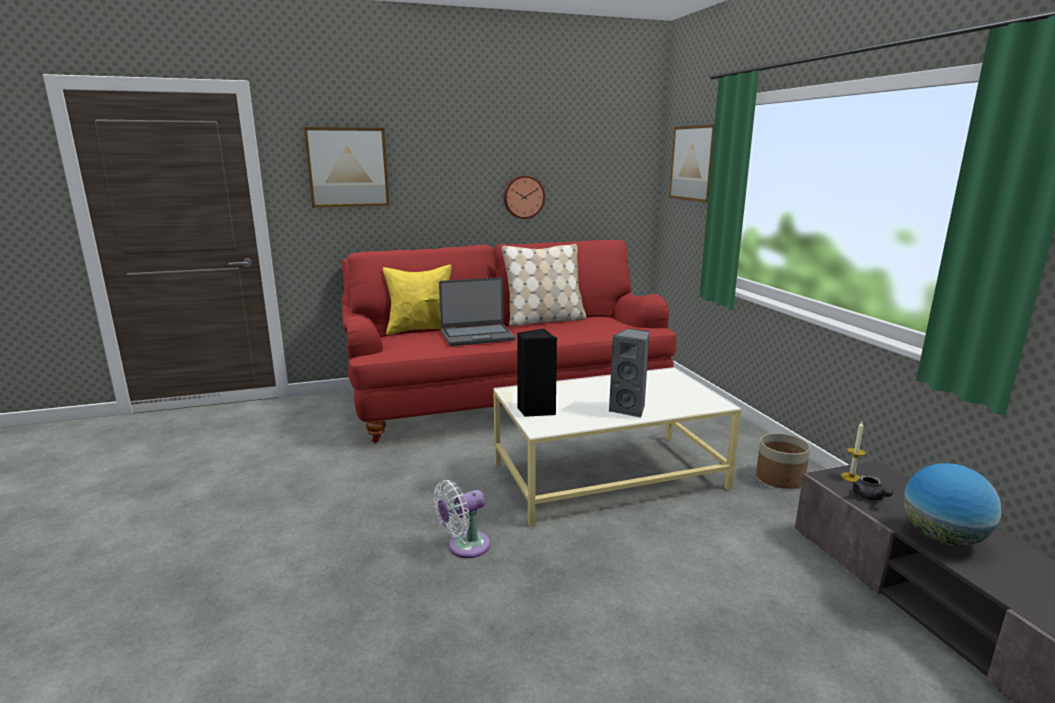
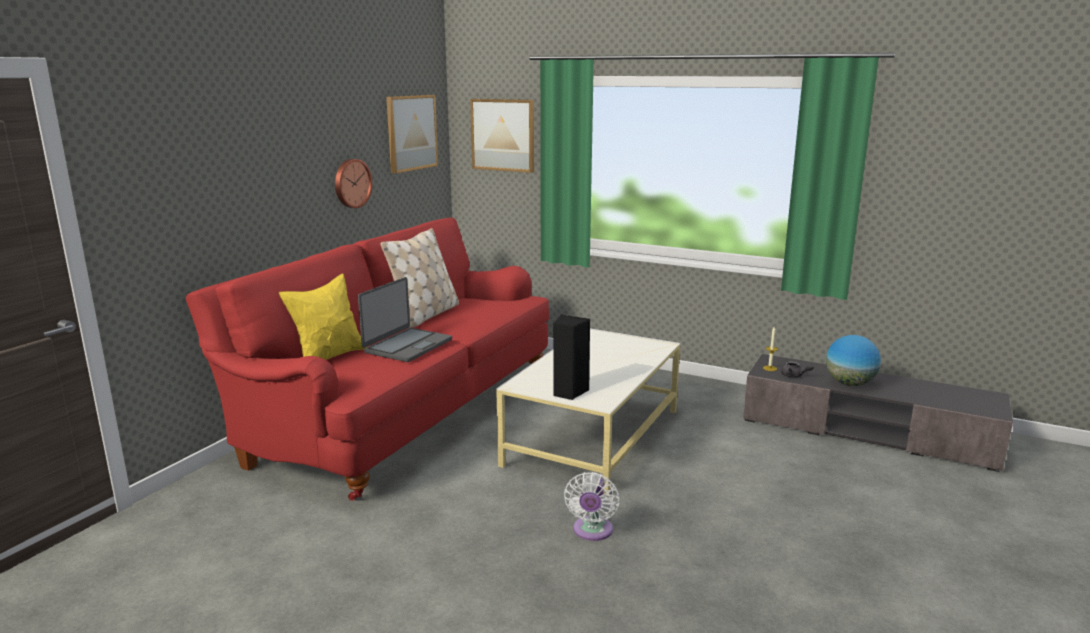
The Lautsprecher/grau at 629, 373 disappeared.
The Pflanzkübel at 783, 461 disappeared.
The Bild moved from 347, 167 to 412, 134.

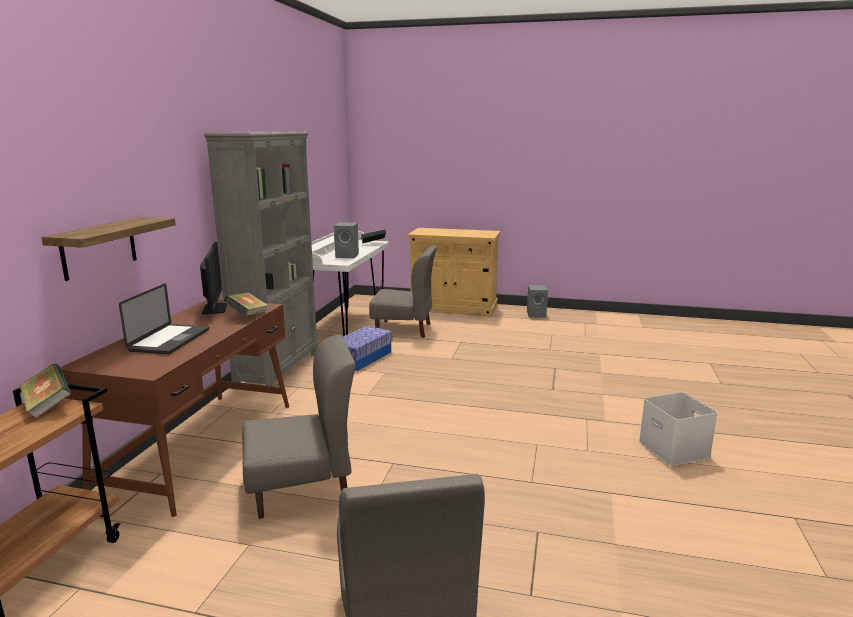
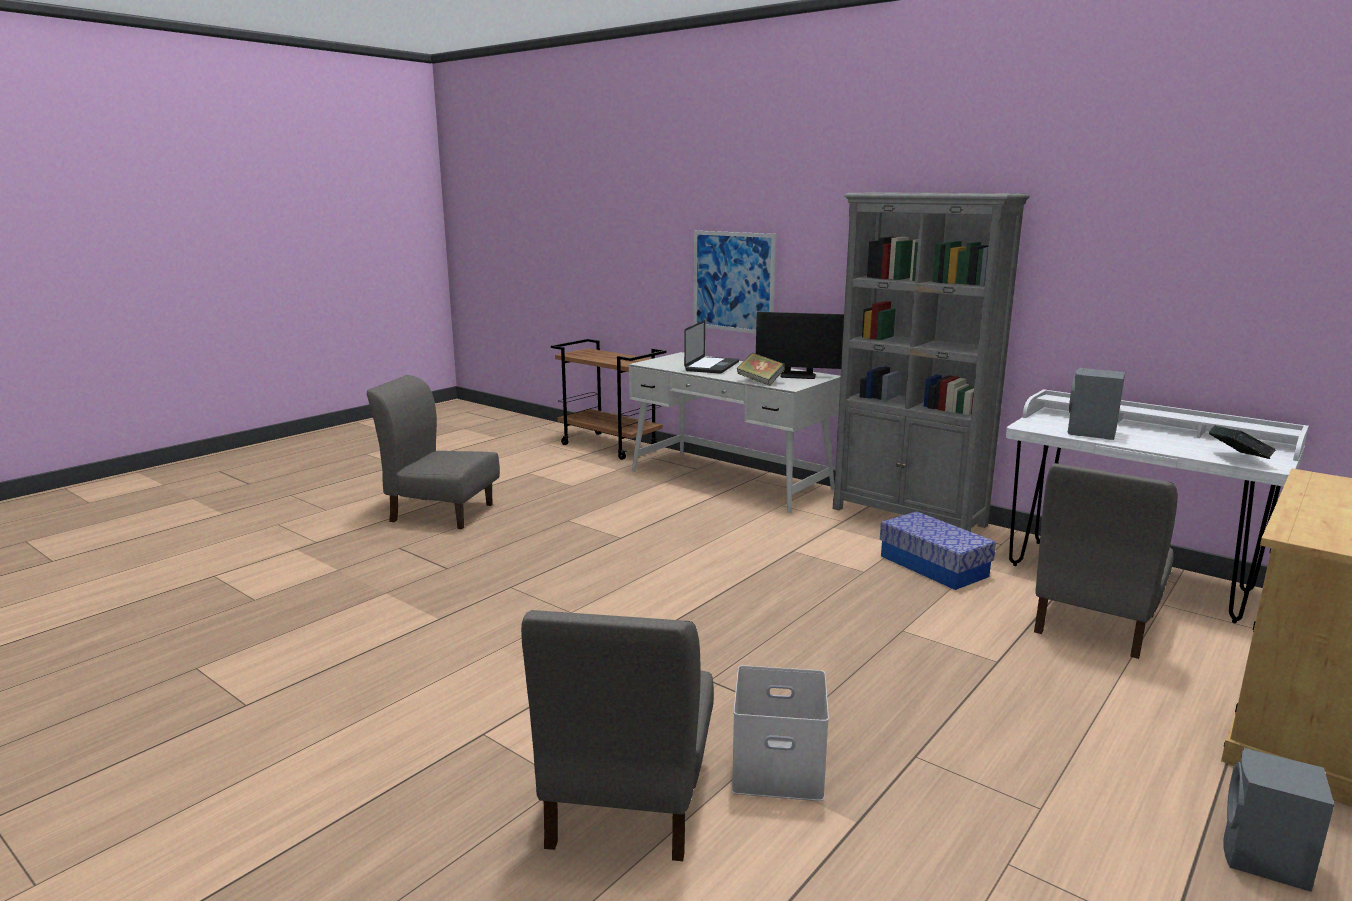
The Buch at 45, 391 disappeared.
The Stuhl/grau moved from 299, 427 to 617, 735.
The Aufbewahrungsbox/weiß moved from 678, 429 to 780, 733.
The Wandregal at 108, 249 was replaced by the Bild at 735, 282.
The Schreibtisch/braun at 174, 408 became the Schreibtisch/weiß at 735, 432.
The Laptop at 164, 319 turned 105 degrees counterclockwise.

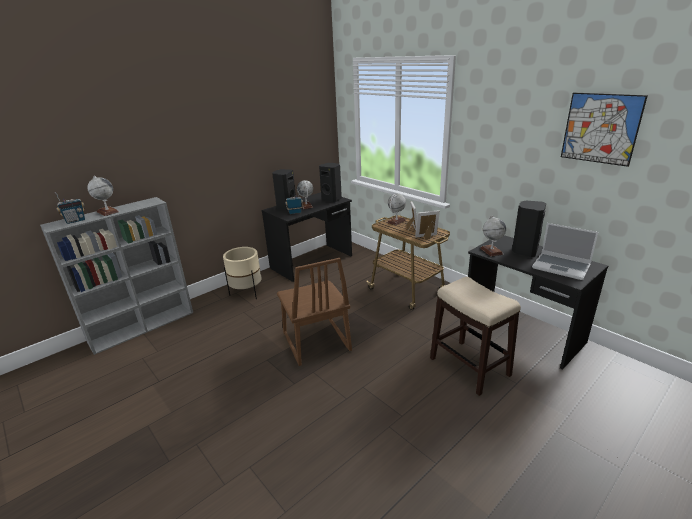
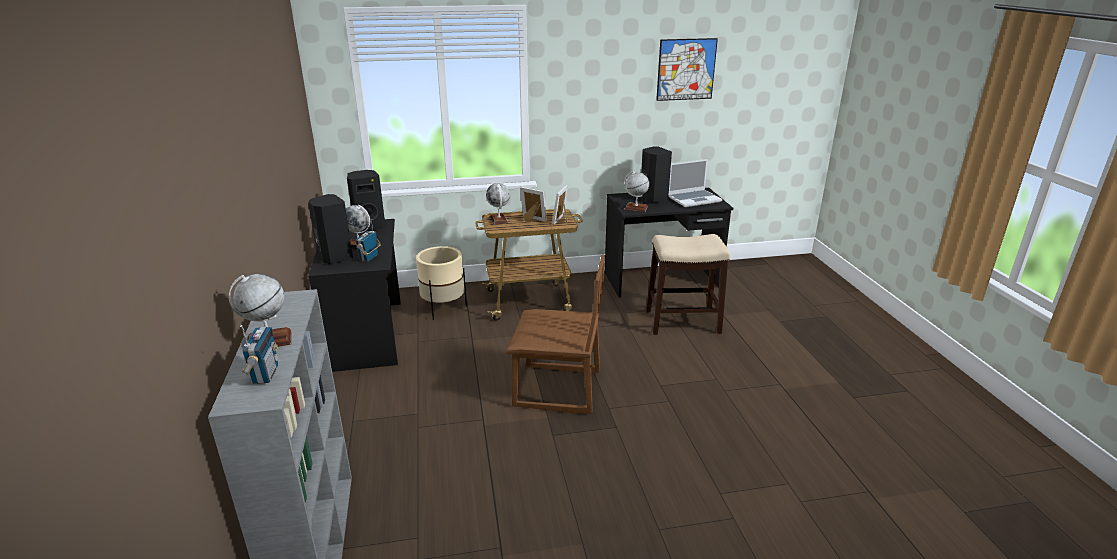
The Pflanzkübel/beige moved from 242, 273 to 441, 283.

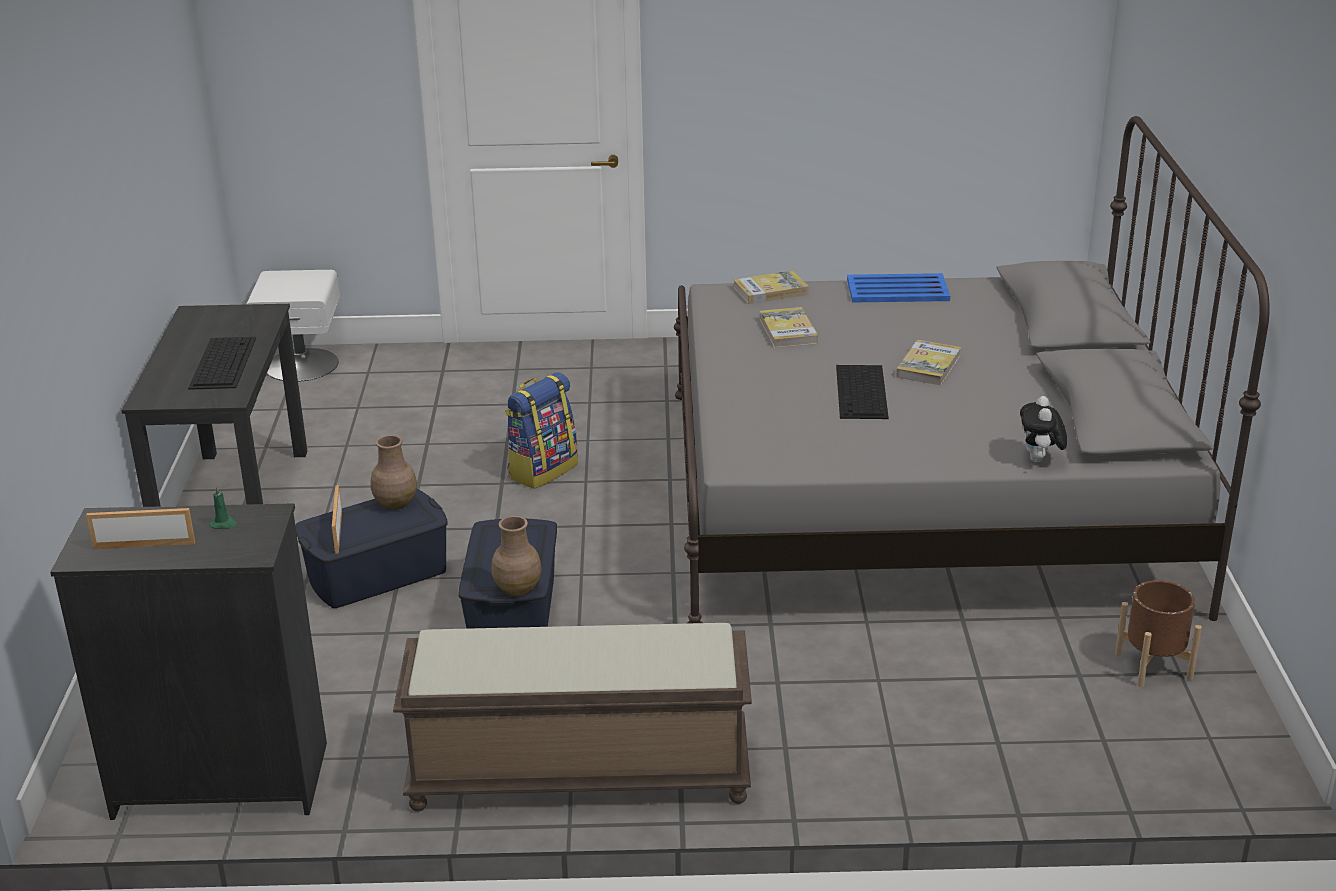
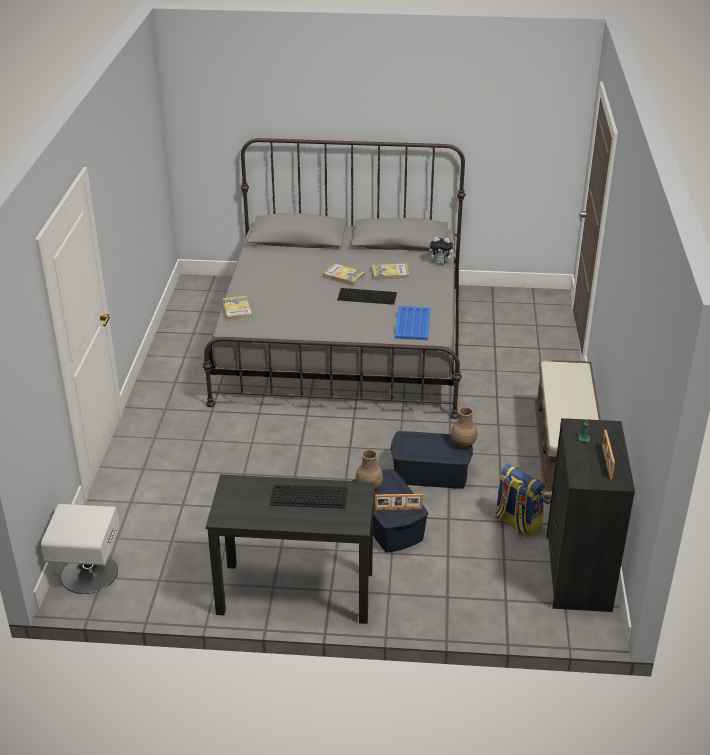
The Pflanzkübel/braun at 1158, 633 disappeared.
The Rucksack moved from 541, 430 to 520, 501.
The Buch moved from 789, 327 to 390, 271.
The Tablett/blau moved from 898, 288 to 412, 323.

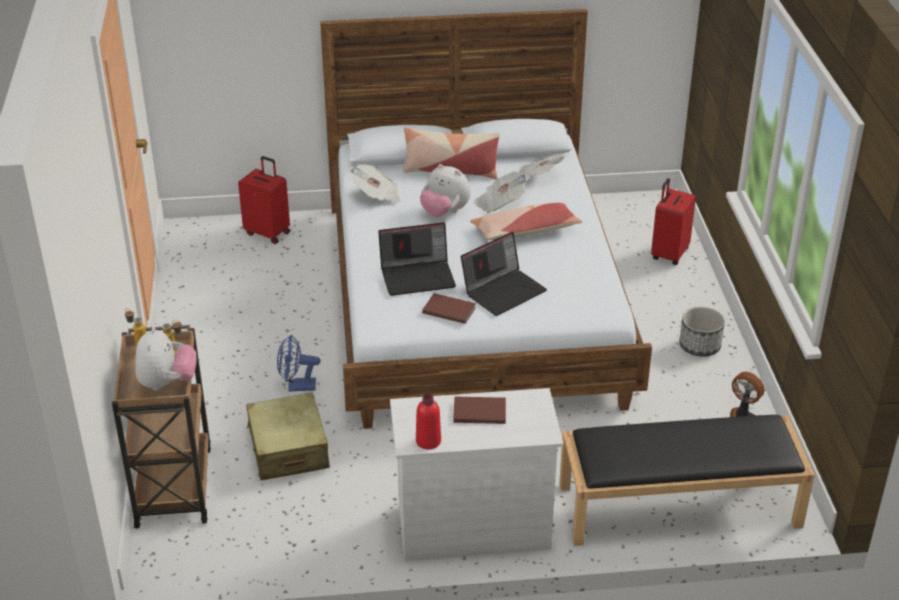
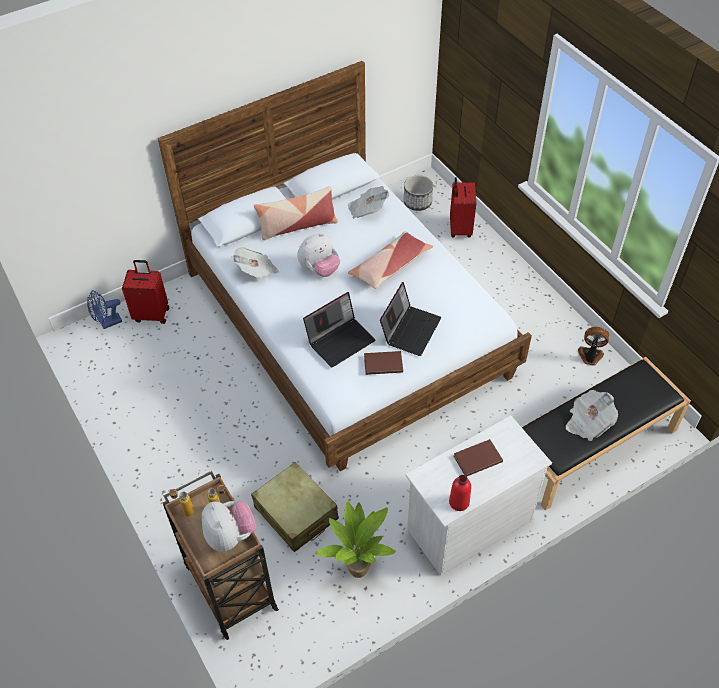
The Topfpflanze at 355, 539 appeared.
The Ventilator/blau moved from 298, 363 to 104, 309.
The Zeitung moved from 501, 192 to 591, 415.
The Pflanzkübel moved from 702, 332 to 418, 193.
The Plüschtier at 445, 190 turned 45 degrees counterclockwise.

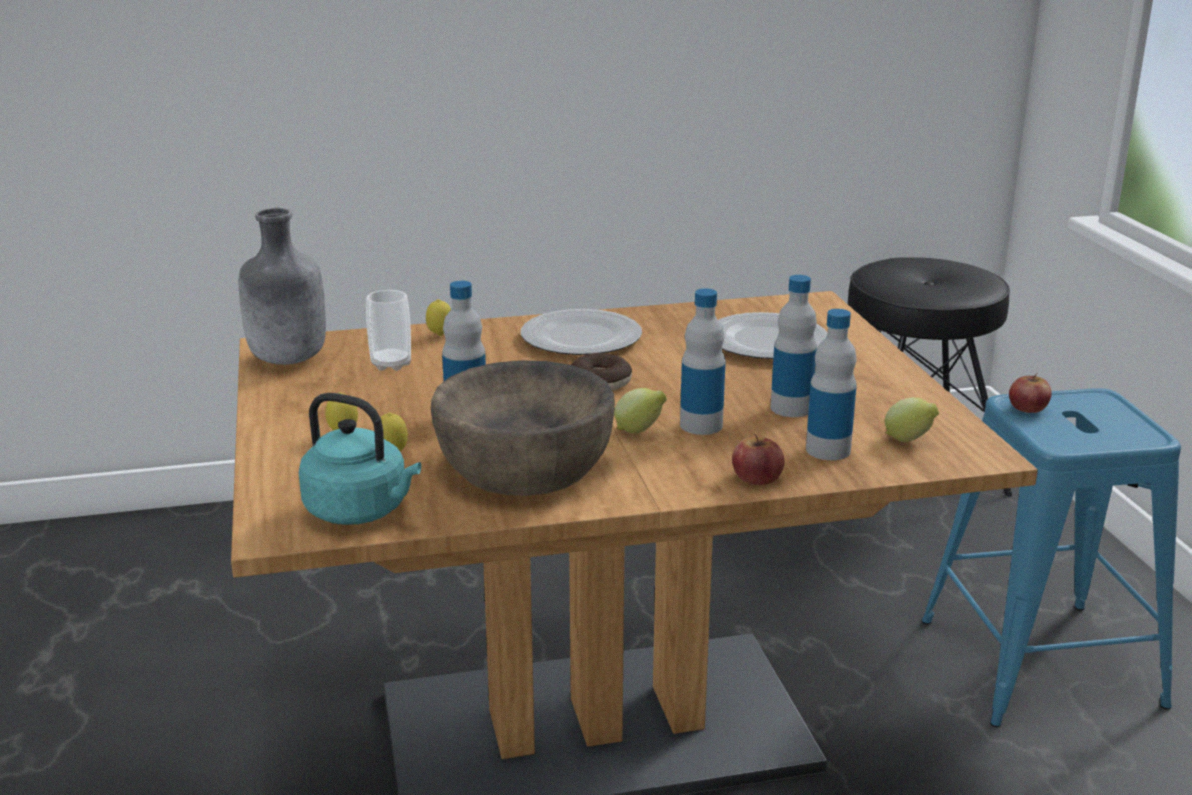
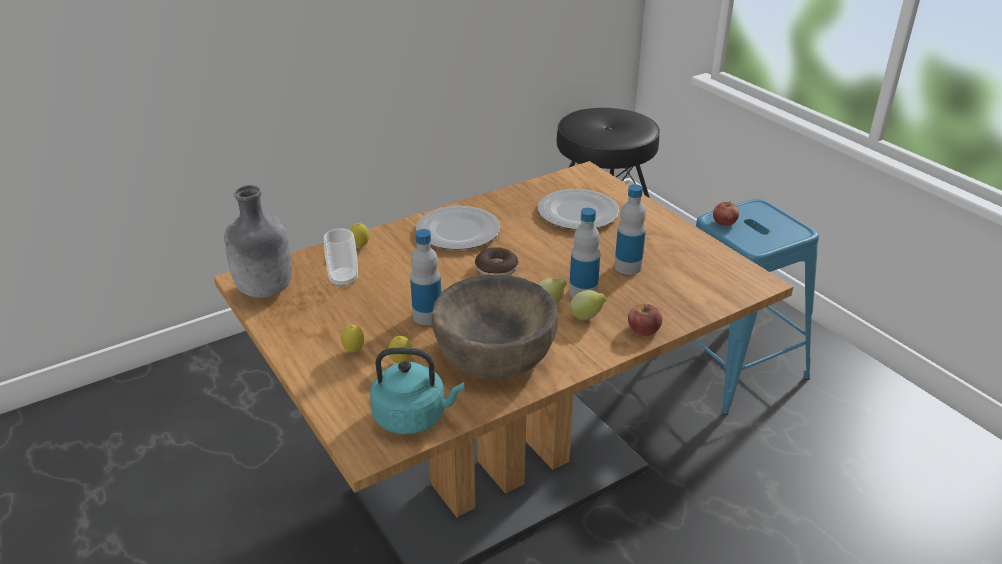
The Flasche at 831, 384 disappeared.
The Zitrone moved from 912, 419 to 588, 305.

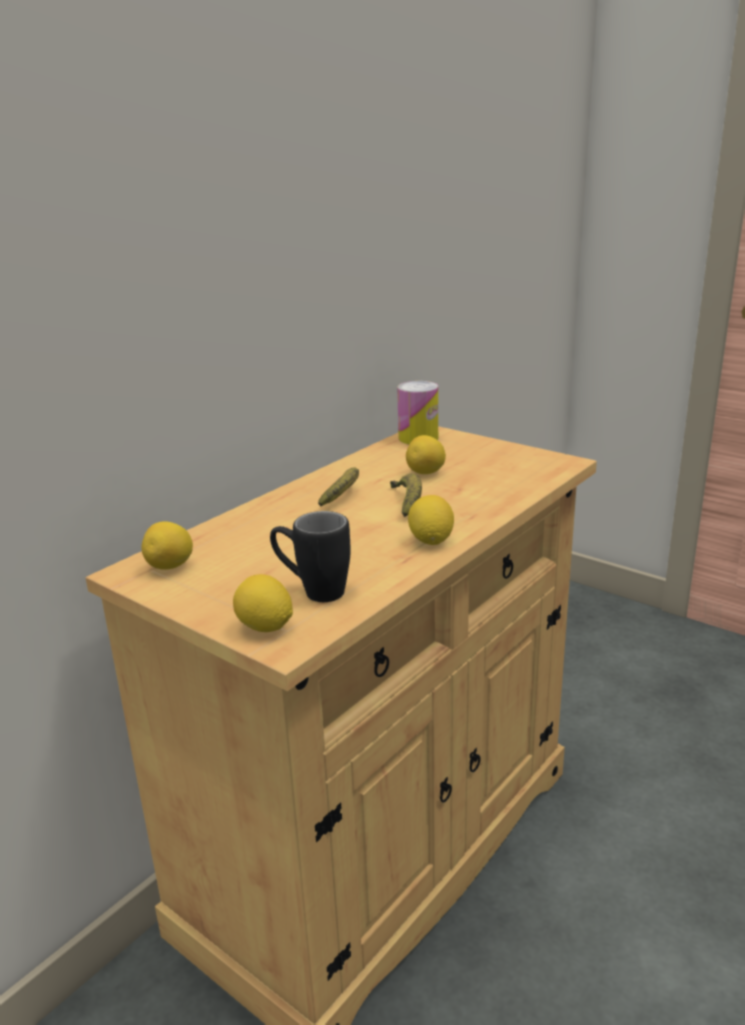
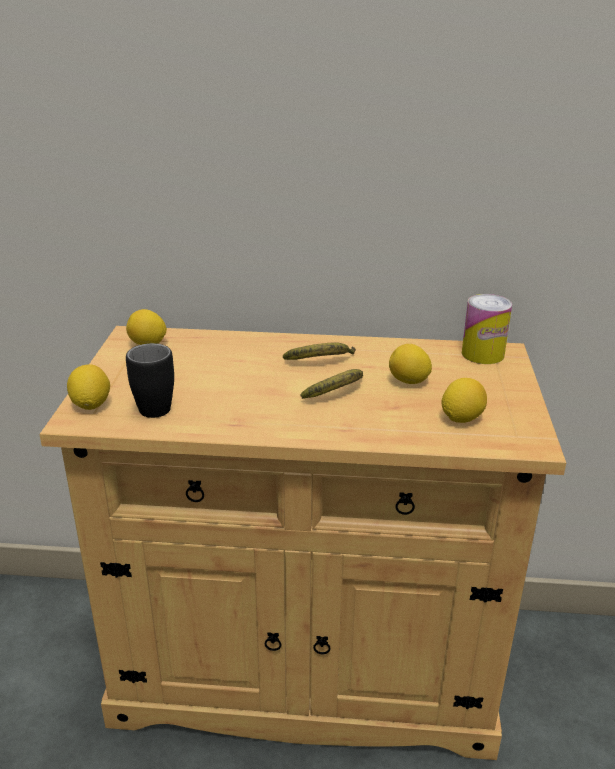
The Zitrone moved from 431, 520 to 464, 400.

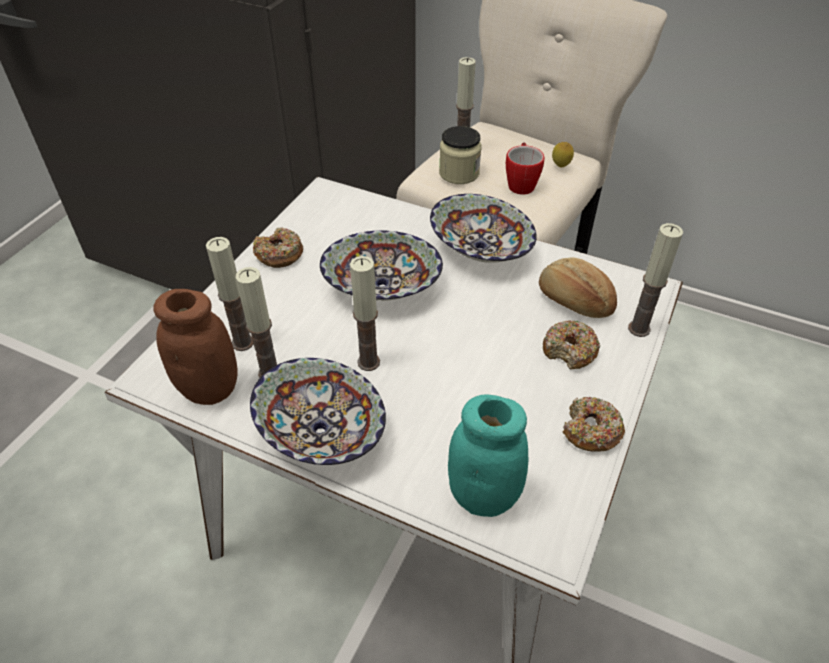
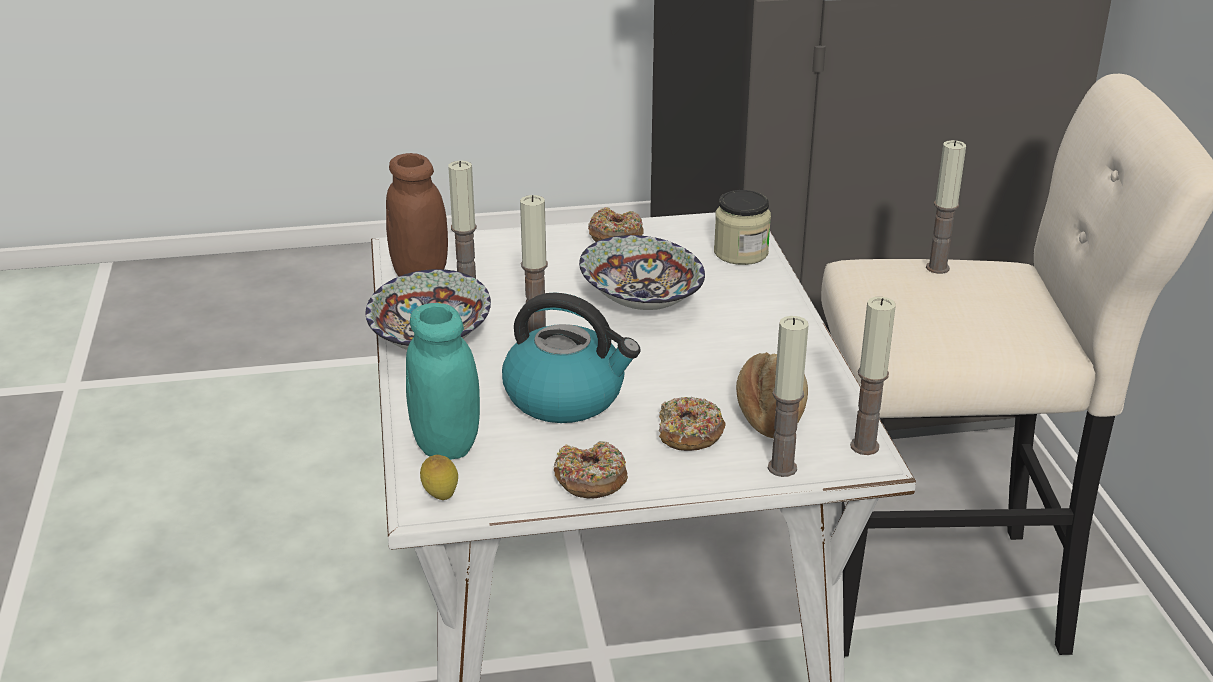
The Schüssel at 483, 228 disappeared.
The Henkelbecher at 525, 168 disappeared.
The Wasserkessel at 571, 357 appeared.
The Kerze moved from 230, 294 to 873, 376.
The Vorratsglas moved from 460, 155 to 742, 227.
The Zitrone moved from 563, 155 to 439, 477.

